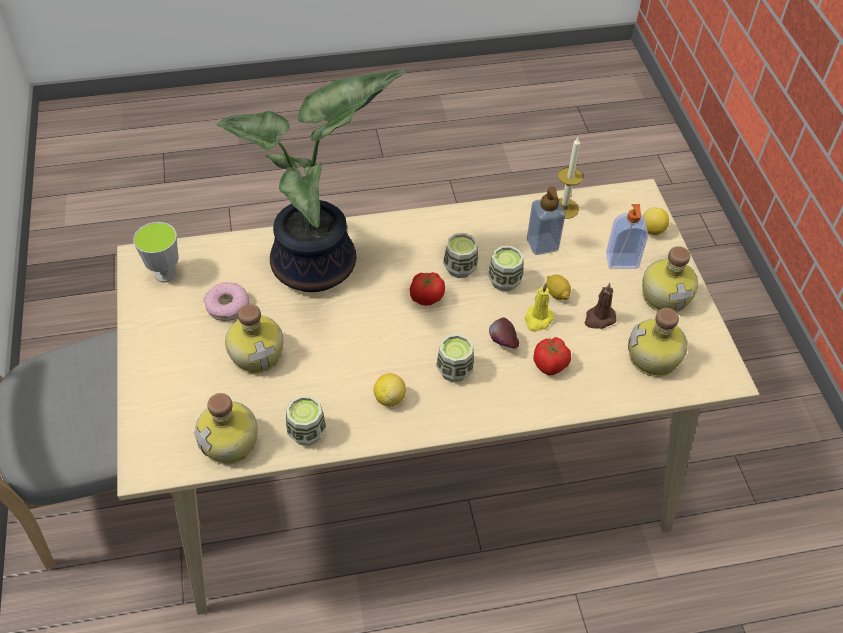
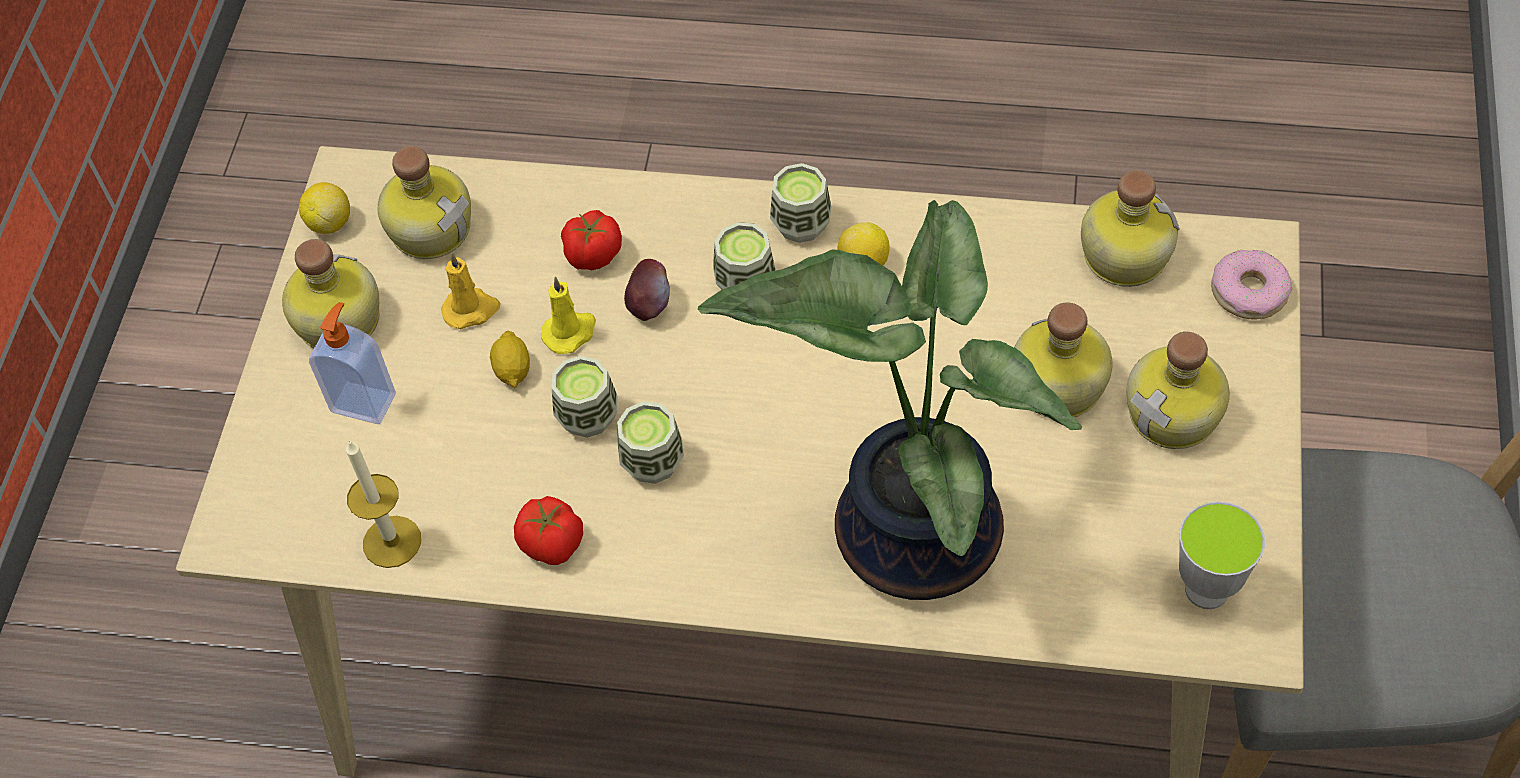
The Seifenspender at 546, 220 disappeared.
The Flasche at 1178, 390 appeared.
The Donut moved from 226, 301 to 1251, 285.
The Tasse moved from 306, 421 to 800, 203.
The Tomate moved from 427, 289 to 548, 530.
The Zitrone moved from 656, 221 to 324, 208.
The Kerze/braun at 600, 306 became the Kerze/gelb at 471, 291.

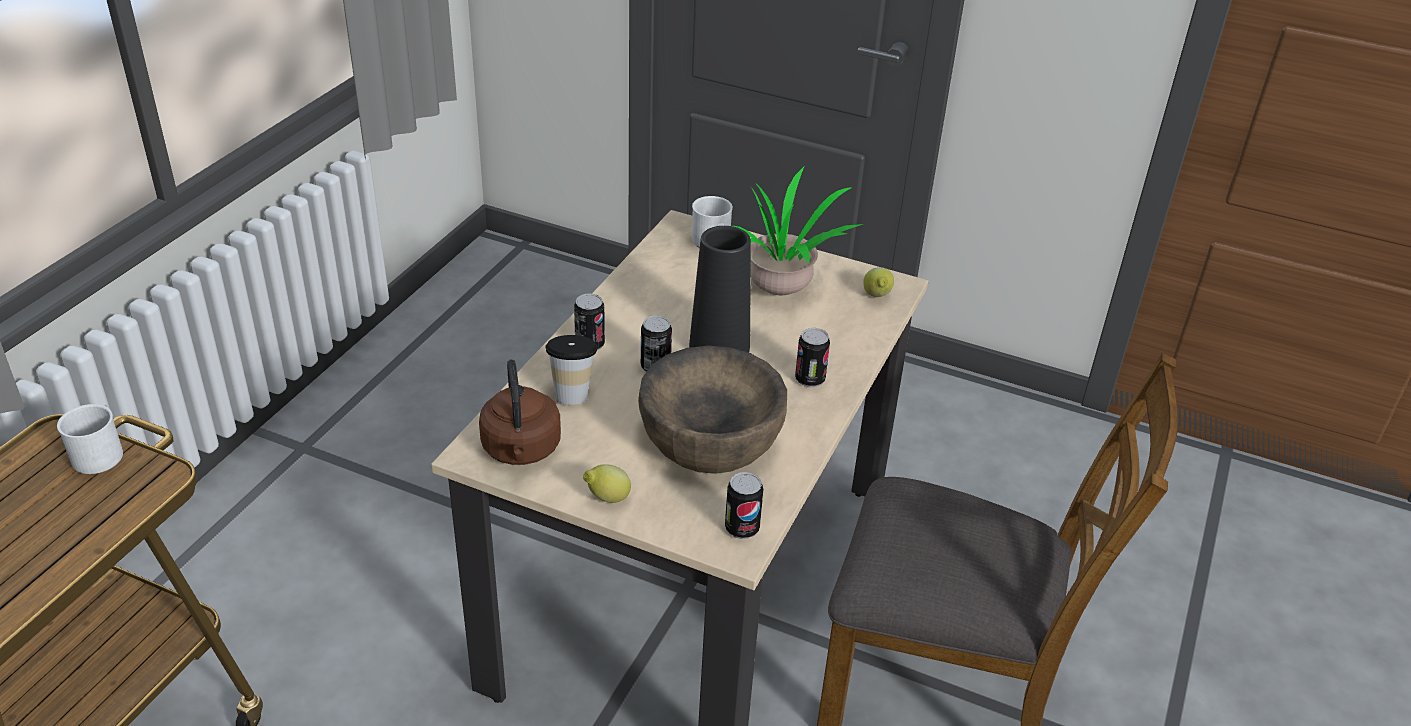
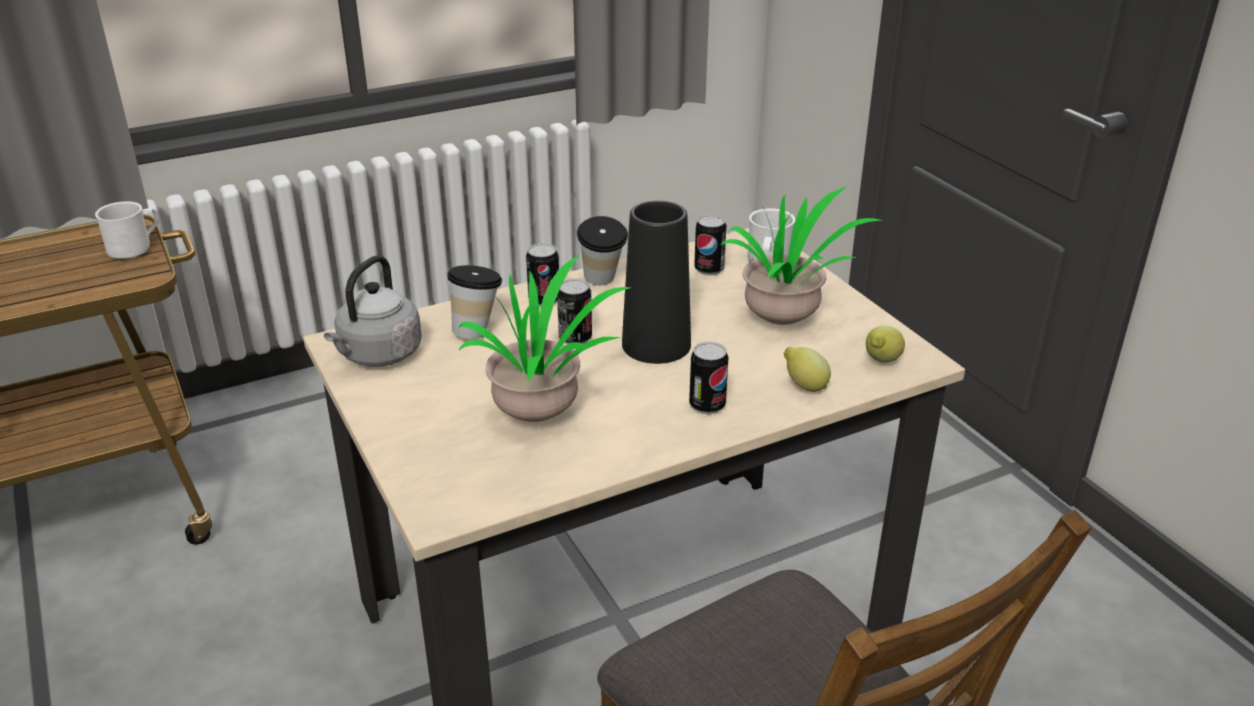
The Tasse at 602, 250 appeared.
The Zitrone moved from 607, 483 to 807, 369.
The Dose moved from 744, 505 to 710, 245.
The Schüssel/braun at 712, 410 was replaced by the Topfpflanze at 544, 338.
The Wasserkessel/braun at 520, 412 became the Wasserkessel/grau at 373, 311.

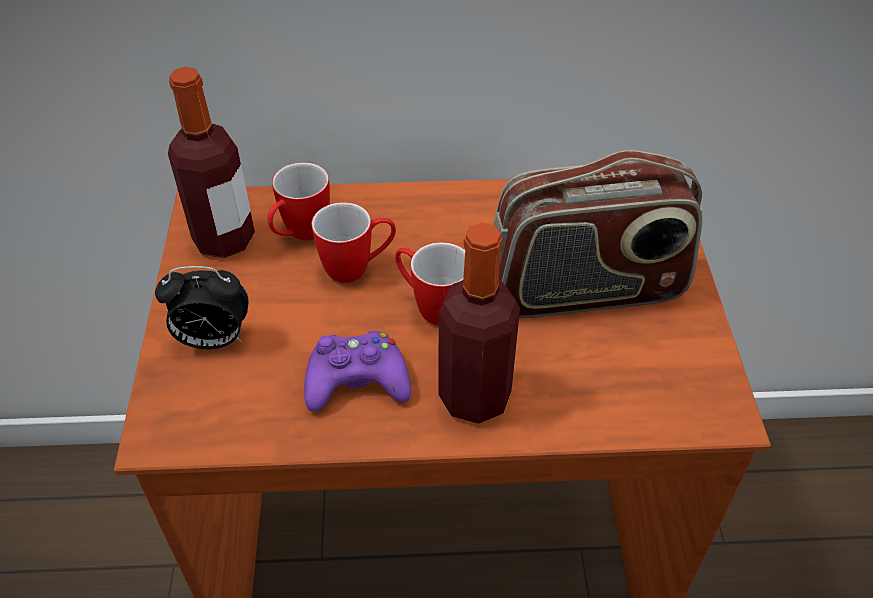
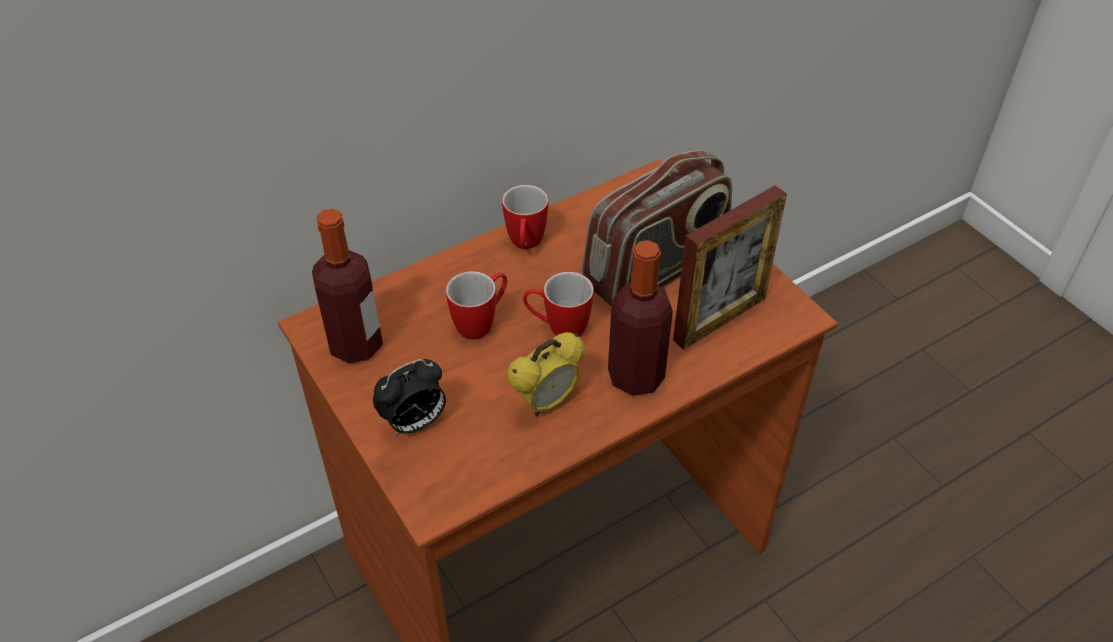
The Bilderrahmen at 730, 267 appeared.
The Henkelbecher moved from 298, 201 to 525, 217.
The Gamepad/lila at 357, 371 was replaced by the Wecker at 546, 374.

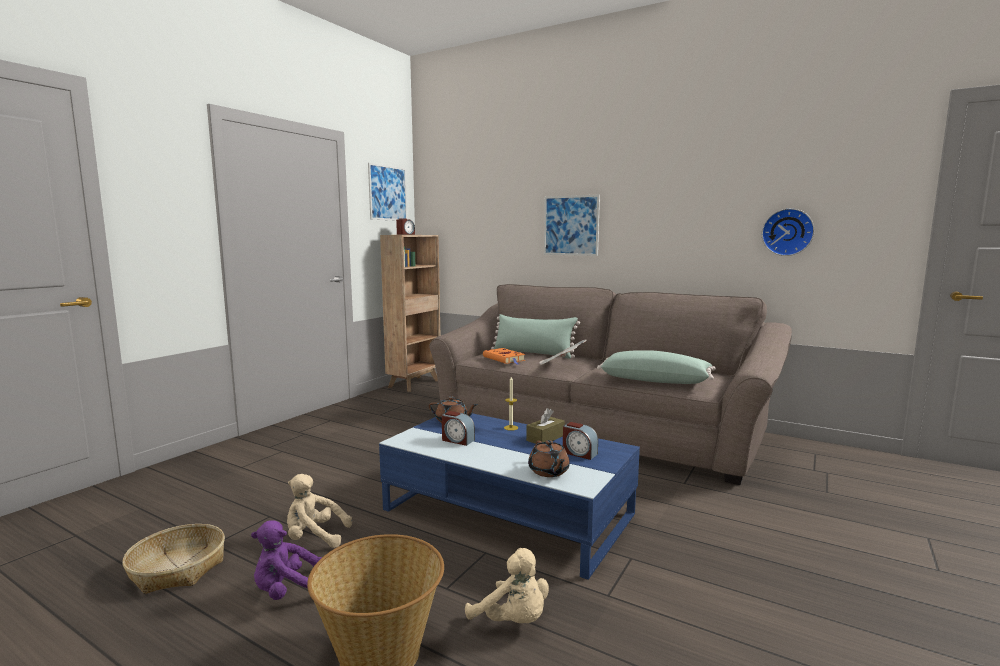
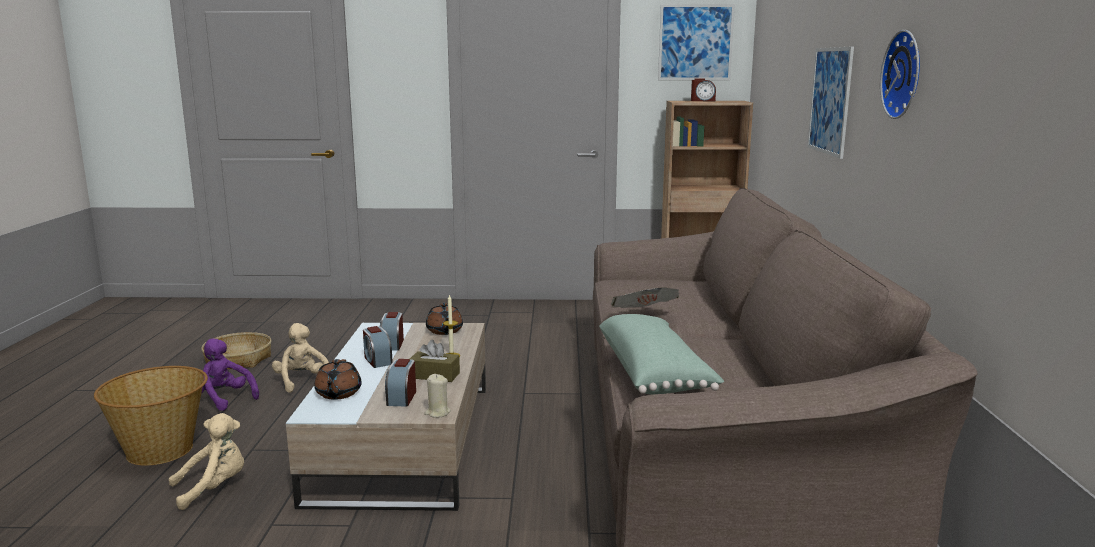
The Buch/orange at 504, 356 disappeared.
The Kissen/grün at 535, 336 disappeared.
The Wecker at 378, 347 appeared.
The Kerze/beige at 437, 396 appeared.
The Wanduhr moved from 788, 232 to 900, 74.
The Couchtisch/blau at 509, 496 became the Couchtisch/beige at 386, 417.
The Plüschtier/beige at 507, 585 turned 135 degrees counterclockwise.
The Teekanne/braun at 549, 458 turned 45 degrees counterclockwise.

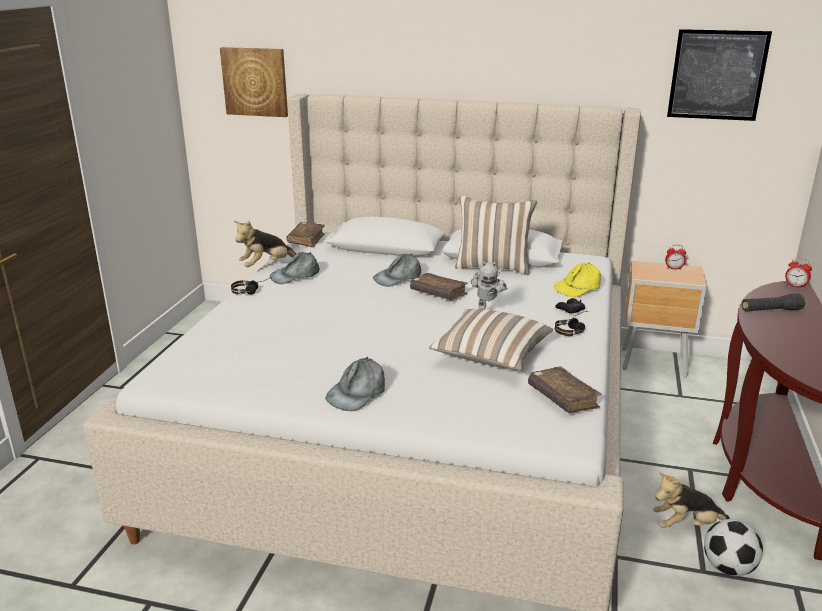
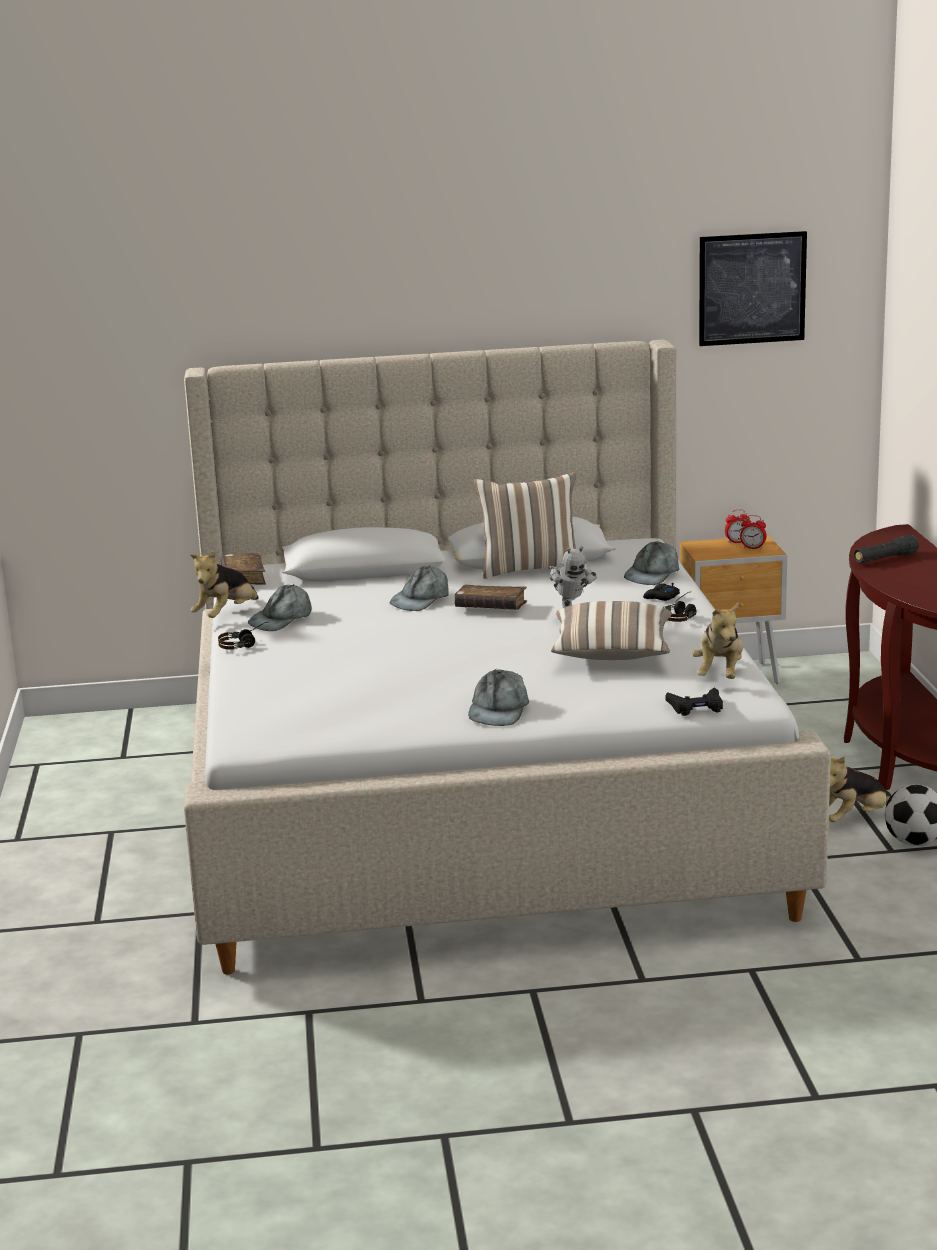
The Bild at 254, 82 disappeared.
The Gamepad/schwarz at 694, 701 appeared.
The Wecker moved from 798, 273 to 753, 532.
The Buch/braun at 565, 389 was replaced by the Plüschtier at 717, 640.
The Kappe/gelb at 577, 279 became the Kappe/grau at 651, 563.

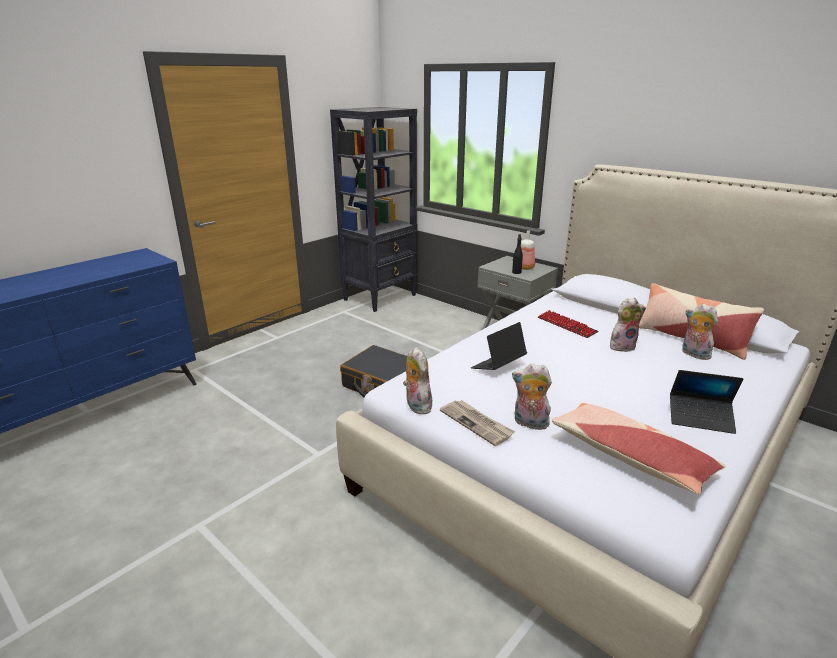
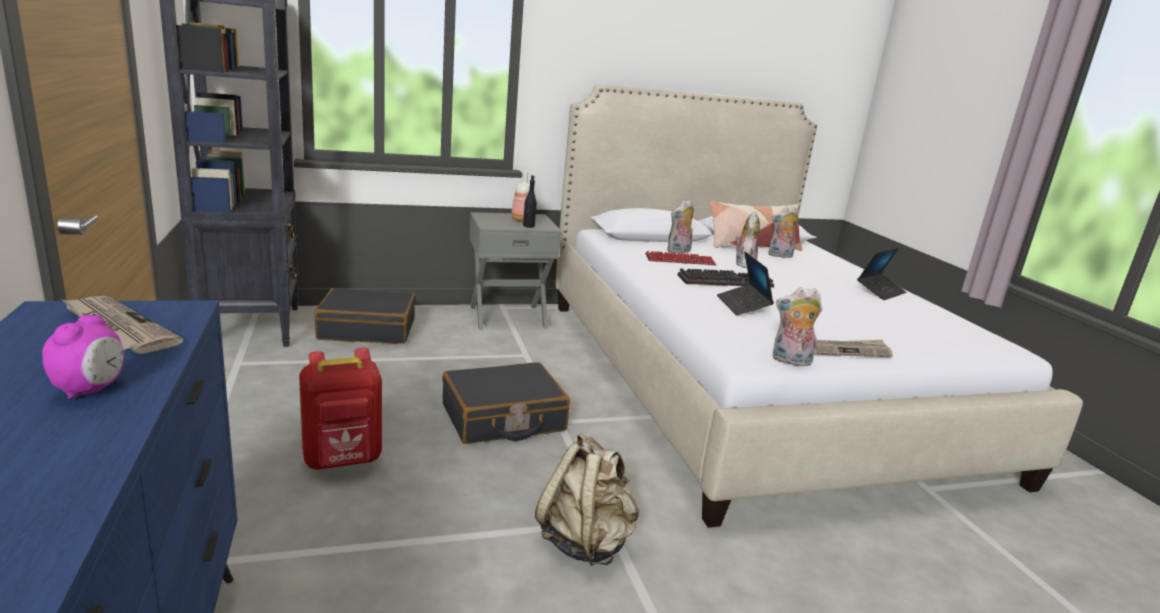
The Kissen at 638, 448 disappeared.
The Wecker at 83, 357 appeared.
The Zeitung at 122, 325 appeared.
The Rucksack/rot at 340, 409 appeared.
The Koffer/schwarz at 365, 316 appeared.
The Rucksack/beige at 587, 499 appeared.
The Tastatur at 726, 277 appeared.
The Plüschtier moved from 532, 396 to 680, 227.

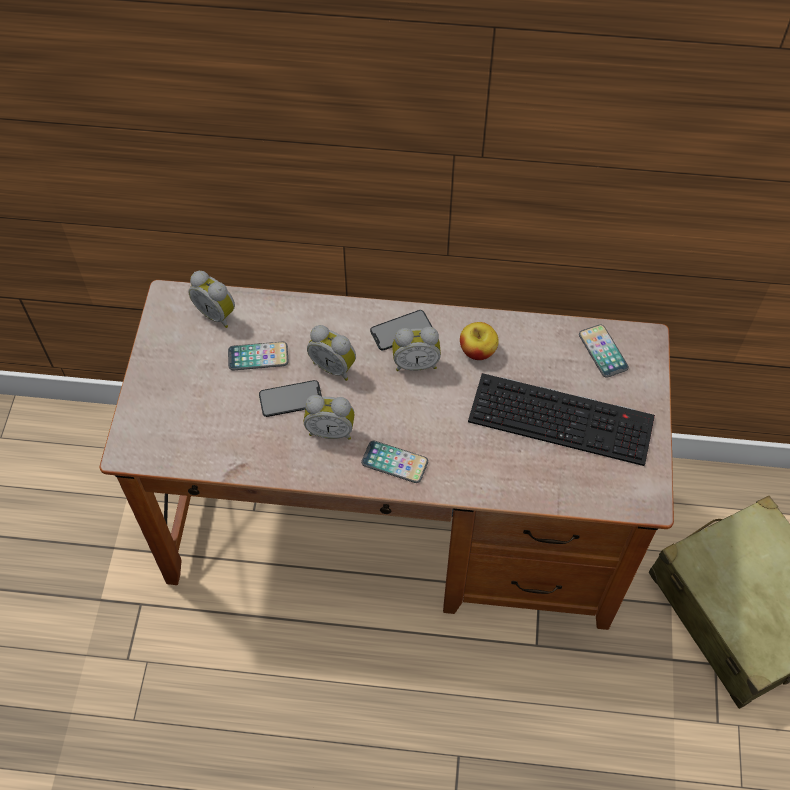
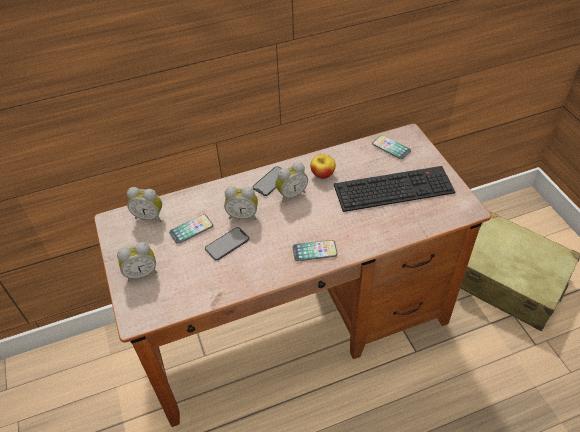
The Wecker moved from 329, 417 to 137, 262.

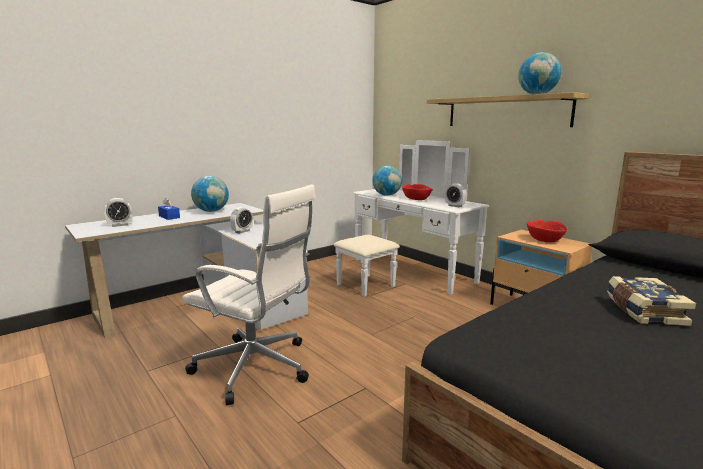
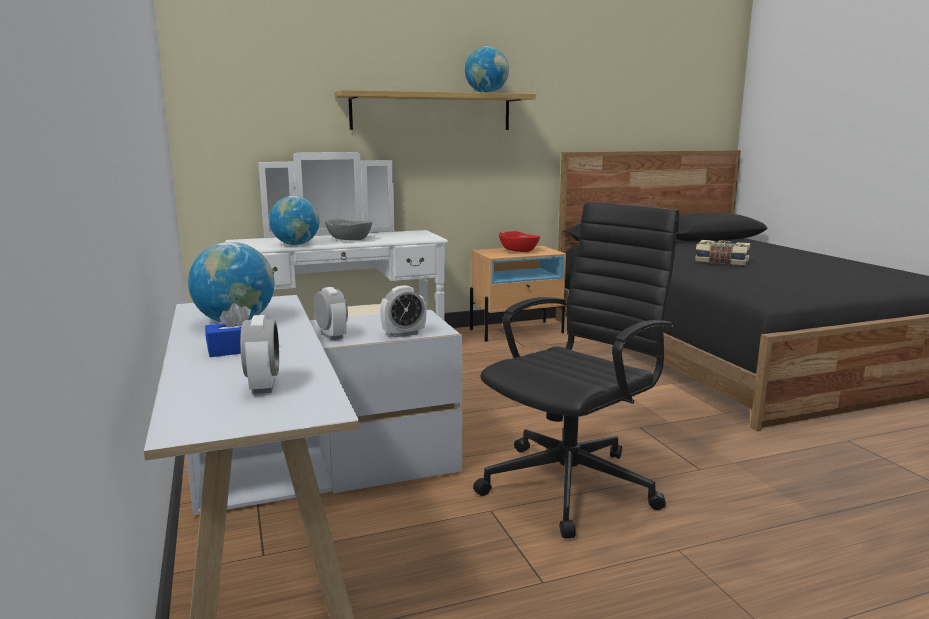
The Wecker moved from 456, 195 to 403, 311.
The Bürostuhl/weiß at 249, 294 became the Bürostuhl/schwarz at 576, 370.
The Schüssel/rot at 417, 192 became the Schüssel/grau at 348, 229.

